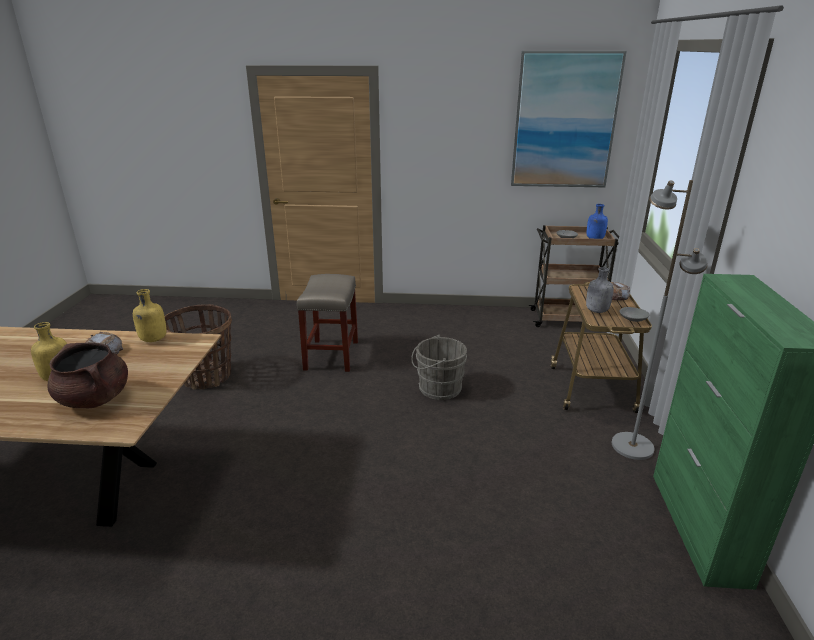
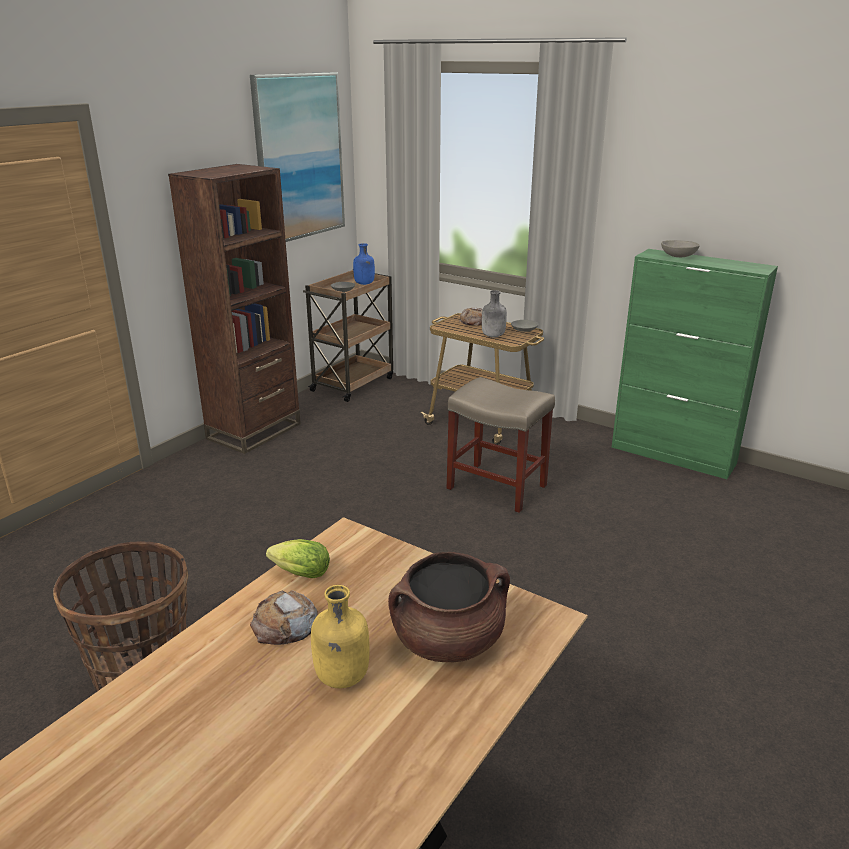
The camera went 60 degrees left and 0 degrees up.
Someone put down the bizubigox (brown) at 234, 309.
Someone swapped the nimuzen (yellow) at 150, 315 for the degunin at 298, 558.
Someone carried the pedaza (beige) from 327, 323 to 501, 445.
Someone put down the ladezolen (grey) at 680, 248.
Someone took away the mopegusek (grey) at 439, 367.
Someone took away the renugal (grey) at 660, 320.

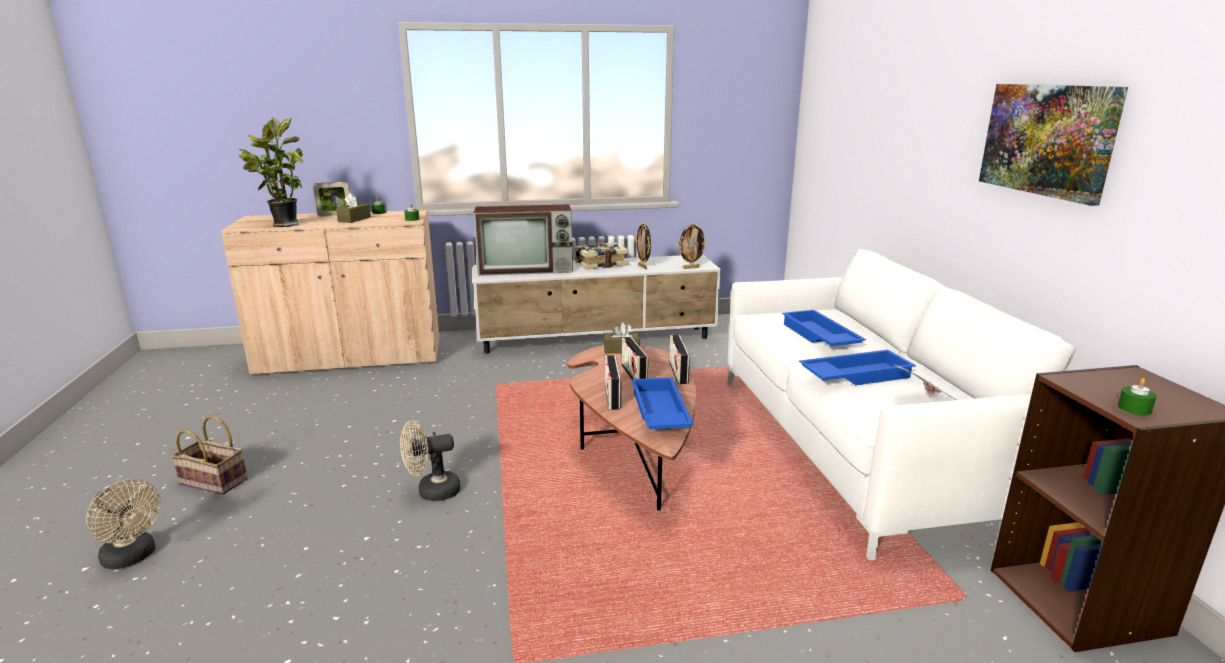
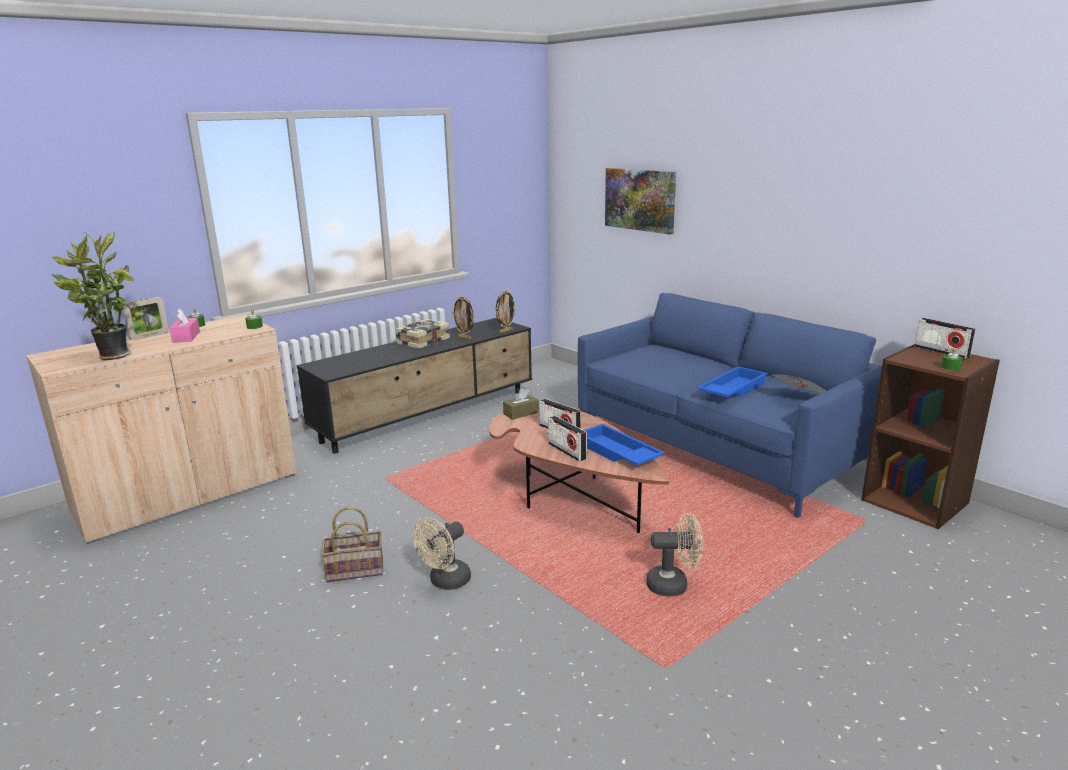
The camera went 30 degrees left and 0 degrees up.
Someone repainted the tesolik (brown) at 353, 208, which became the tesolik (pink) at 184, 325.
Someone repainted the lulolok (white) at 597, 304, which became the lulolok (black) at 414, 386.
Someone carried the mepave from 209, 455 to 352, 544.
Someone repainted the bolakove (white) at 901, 404, which became the bolakove (blue) at 730, 405.
Someone carried the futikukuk from 1053, 145 to 640, 201.
Someone carried the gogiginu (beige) from 123, 524 to 674, 554.
Someone carried the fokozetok from 679, 359 to 945, 338.
Someone took away the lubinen at 523, 240.
Someone took away the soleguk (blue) at 824, 328.

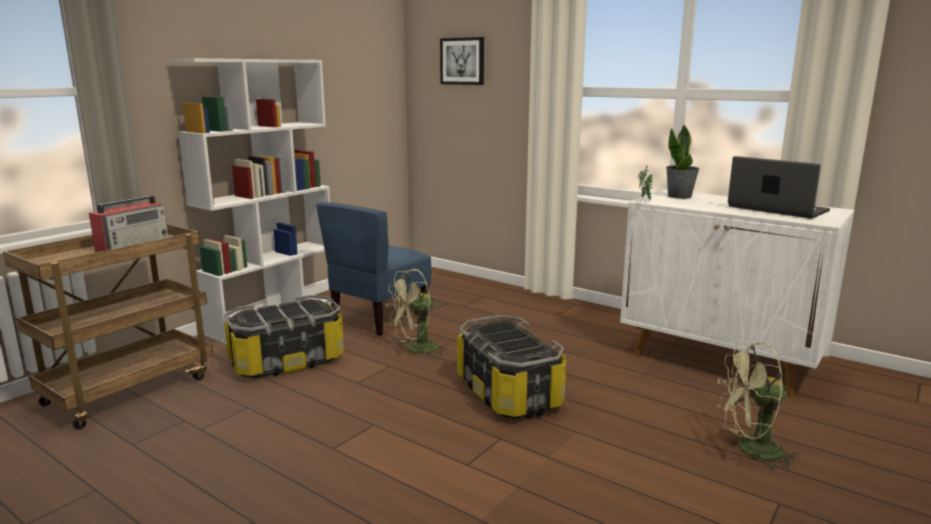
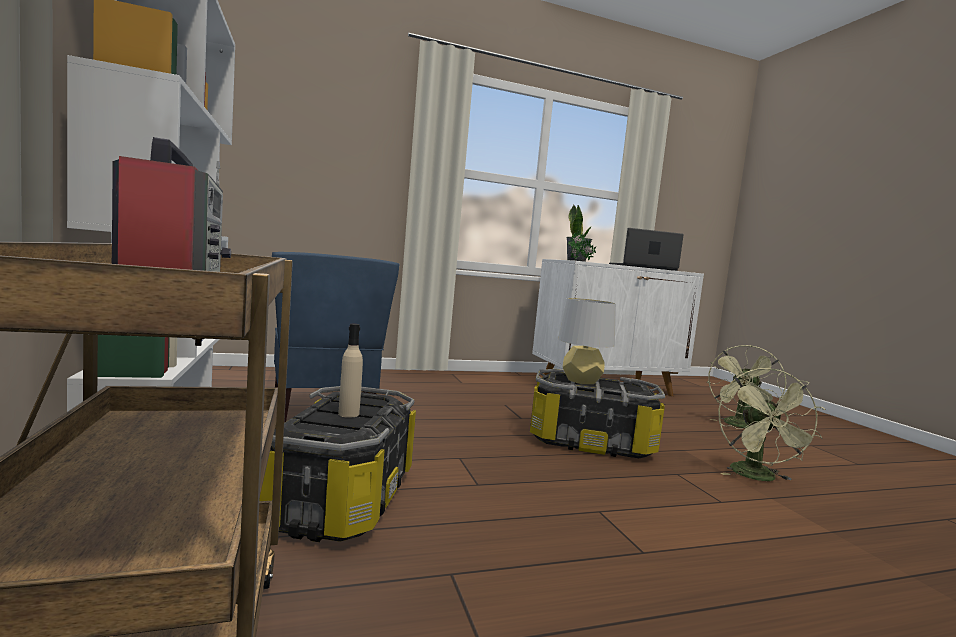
The camera went 55 degrees left and 10 degrees down.
Someone put down the nimuzen (beige) at 350, 371.
Someone put down the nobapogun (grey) at 587, 341.
Someone carried the gogiginu (green) from 417, 313 to 772, 424.
Someone took away the futikukuk at 462, 61.

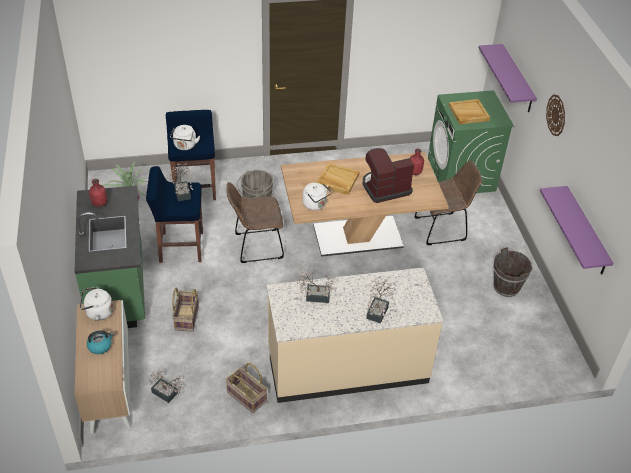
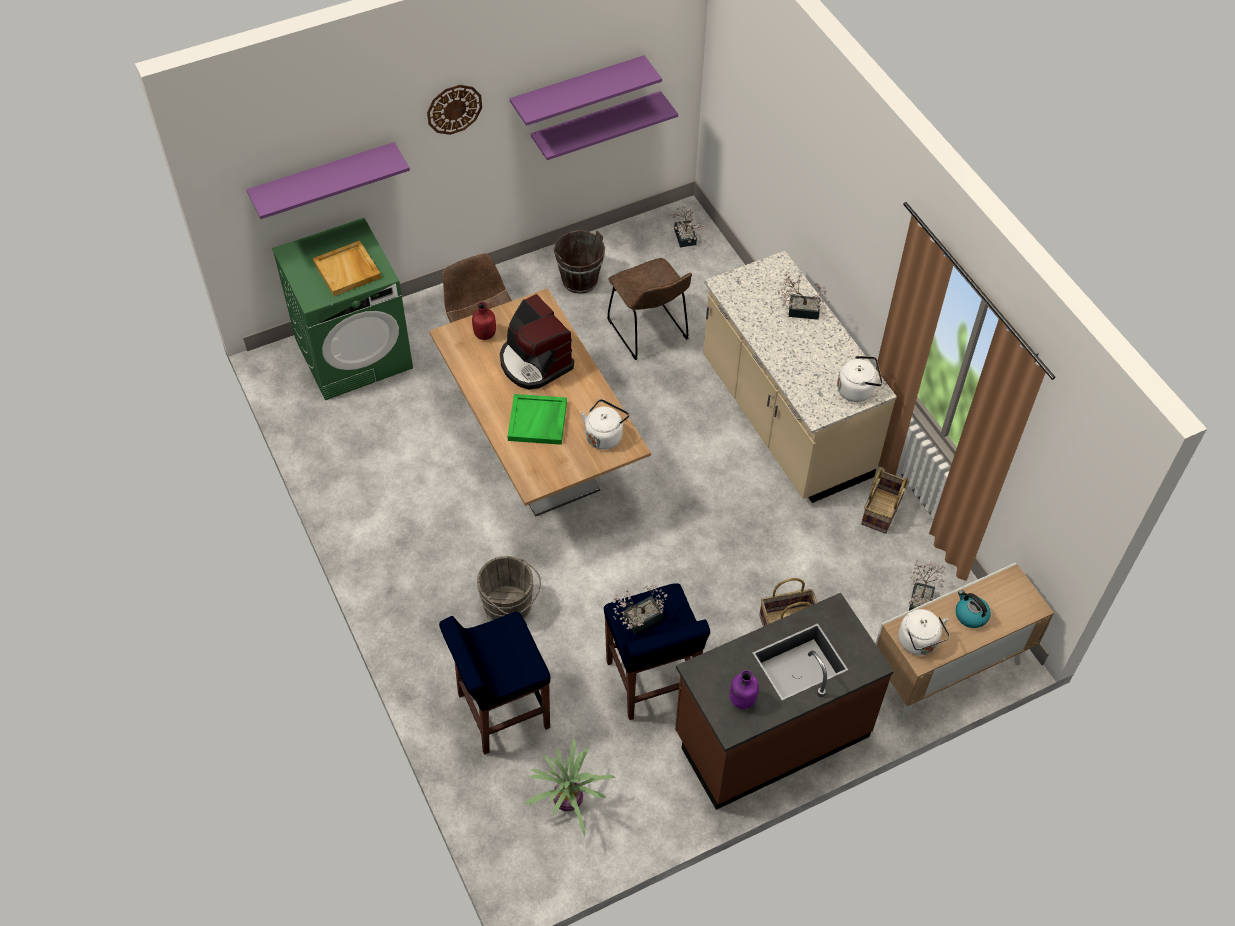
The camera went 105 degrees left and 10 degrees up.
Someone repainted the soleguk (beige) at 338, 179, which became the soleguk (green) at 537, 419.
Someone put up the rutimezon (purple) at 586, 90.
Someone carried the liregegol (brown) from 255, 222 to 649, 309.
Someone carried the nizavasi from 317, 285 to 688, 226.
Someone repainted the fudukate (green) at 110, 256, which became the fudukate (brown) at 784, 701.
Someone repainted the nimuzen (red) at 98, 193, which became the nimuzen (purple) at 744, 689.
Someone carried the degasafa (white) from 185, 137 to 860, 378.

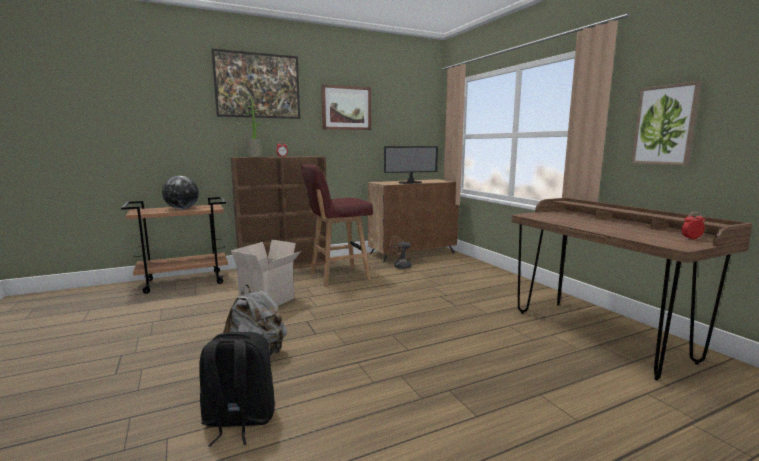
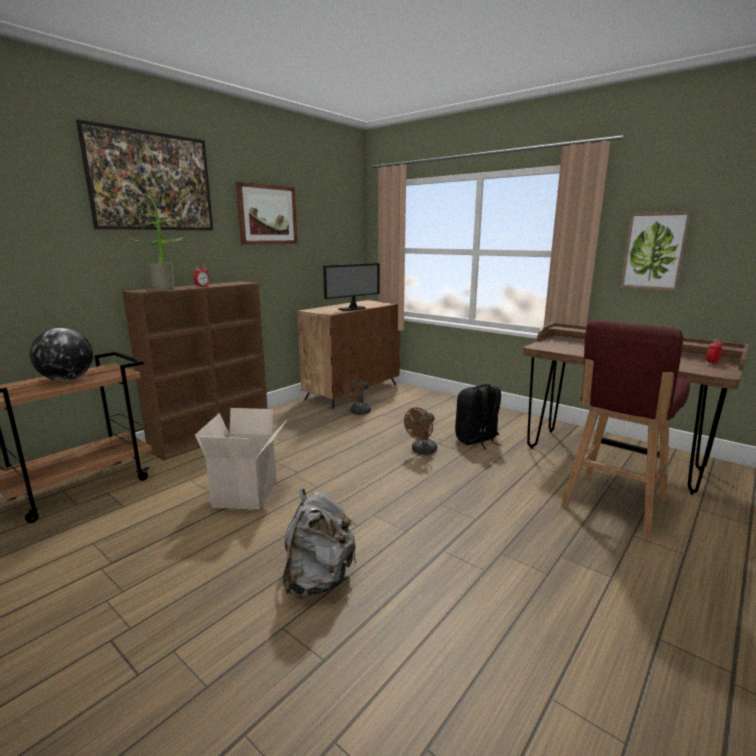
The camera went 25 degrees left and 5 degrees up.
Someone put down the gogiginu (brown) at 420, 431.
Someone carried the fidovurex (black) from 237, 389 to 478, 417.
Someone carried the pedaza (red) from 337, 225 to 625, 428.

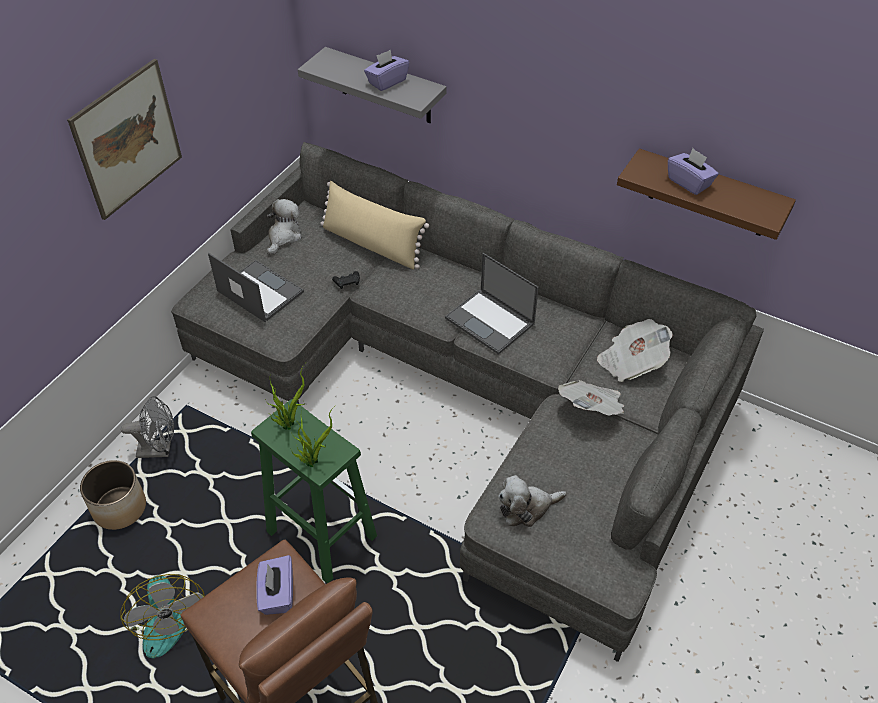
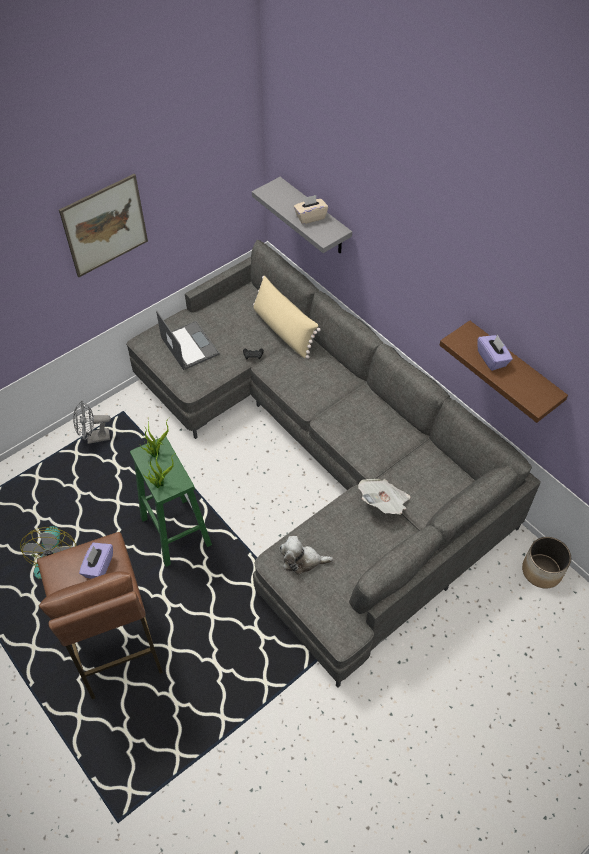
The camera went 20 degrees right and 5 degrees up.
Someone rotated the gogiginu (grey) at 147, 427 by 150 degrees clockwise.
Someone repainted the tesolik (purple) at 386, 70, which became the tesolik (beige) at 311, 209.
Someone carried the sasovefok from 113, 495 to 546, 563.
Someone took away the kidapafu at 284, 227.
Someone took away the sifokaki at 492, 304.
Someone took away the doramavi at 635, 350.

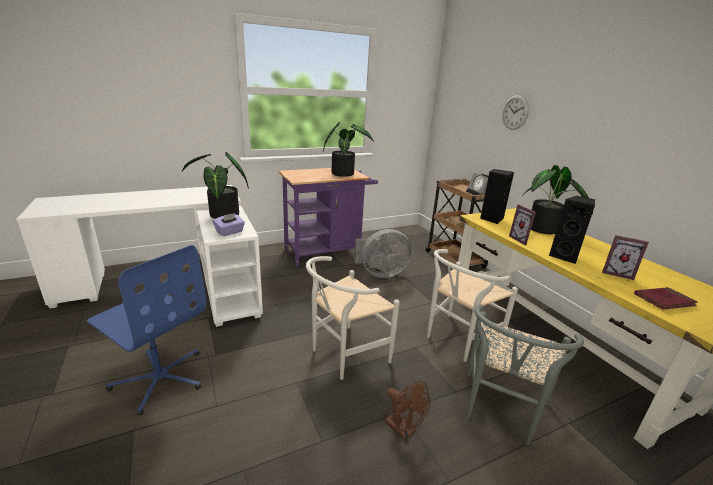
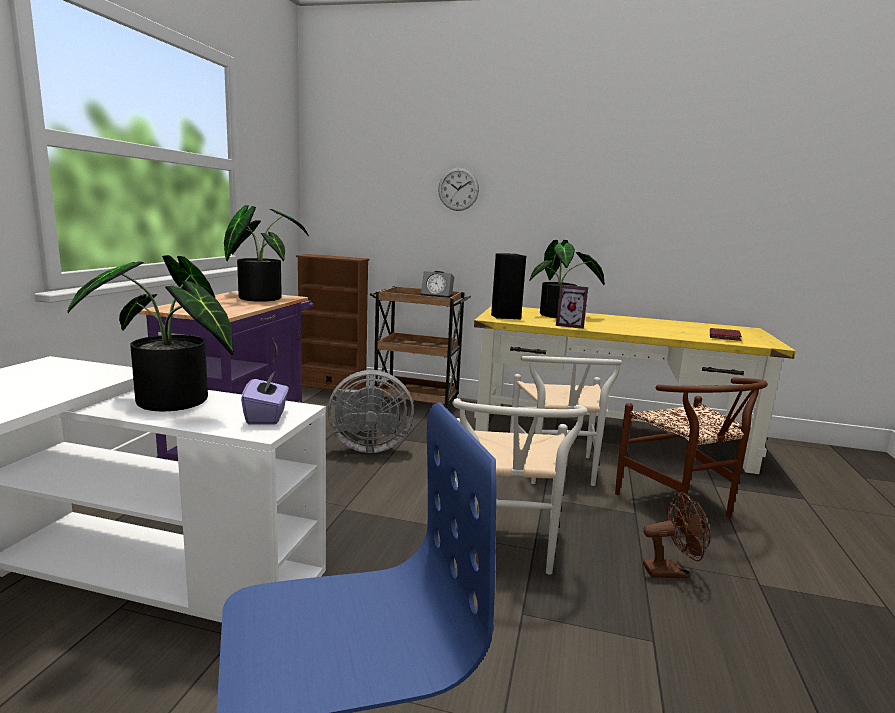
The camera went 50 degrees left and 10 degrees down.
Someone put down the bizubigox (brown) at 332, 322.
Someone rotated the gogiginu (grey) at 383, 253 by 60 degrees clockwise.
Someone repainted the liregegol (grey) at 525, 375, which became the liregegol (brown) at 691, 452.
Someone took away the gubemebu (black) at 572, 230.
Someone took away the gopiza at 625, 257.

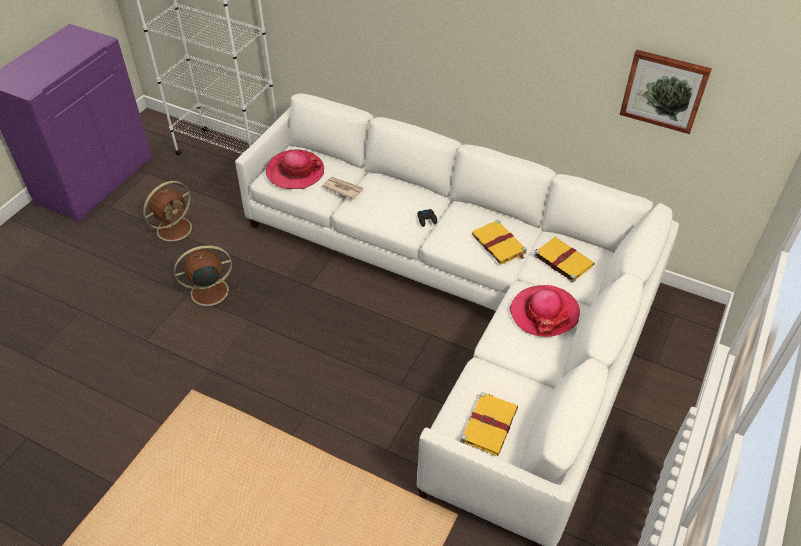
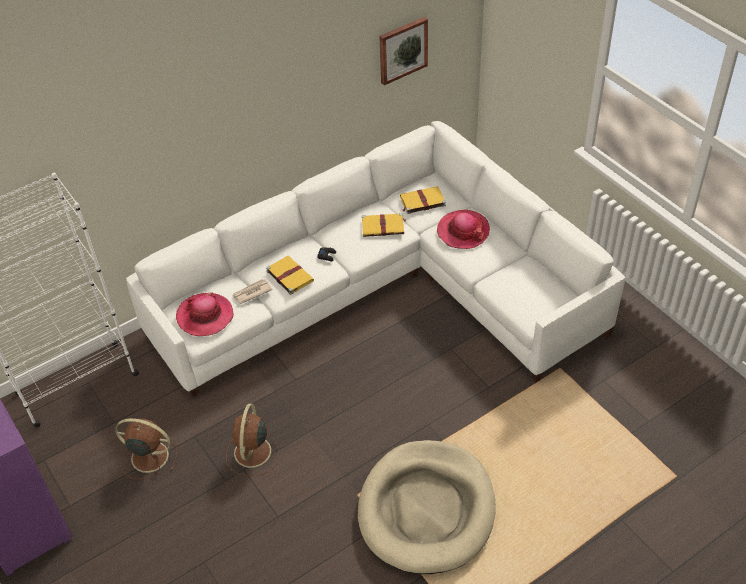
The camera went 60 degrees left and 0 degrees up.
Someone rotated the gogiginu (brown) at 172, 214 by 60 degrees counterclockwise.
Someone carried the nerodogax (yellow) from 489, 424 to 290, 275.
Someone put down the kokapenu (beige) at 427, 507.

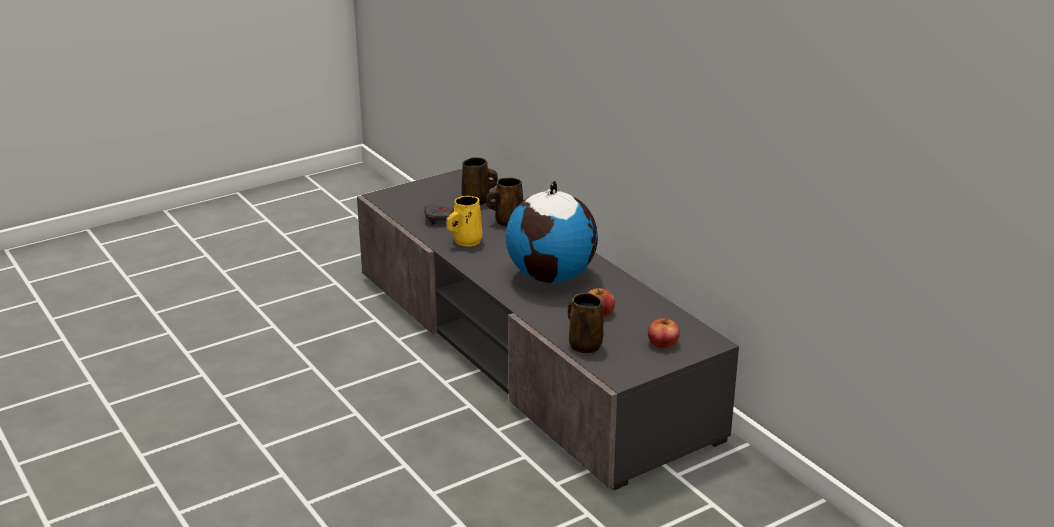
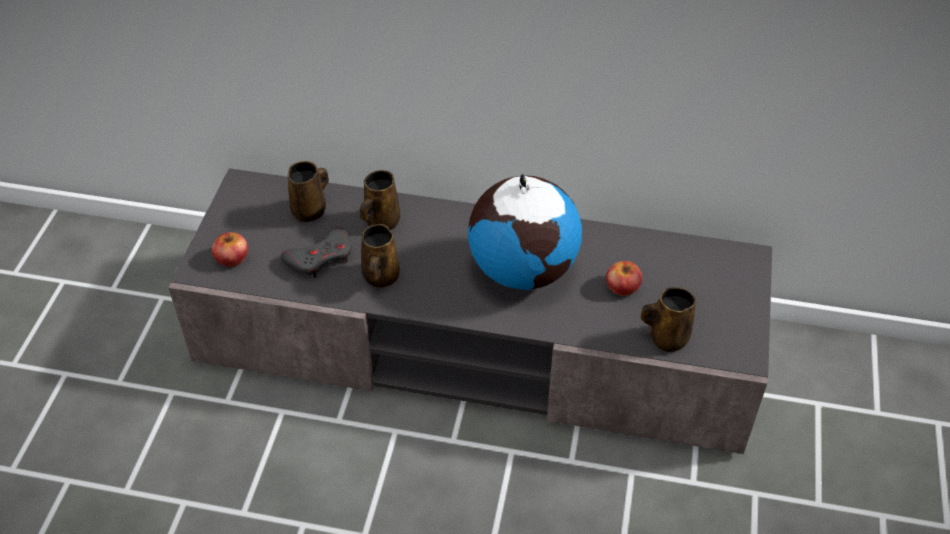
The camera went 45 degrees left and 20 degrees up.
Someone carried the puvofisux from 664, 333 to 230, 249.
Someone repainted the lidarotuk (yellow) at 464, 221, which became the lidarotuk (brown) at 380, 255.

